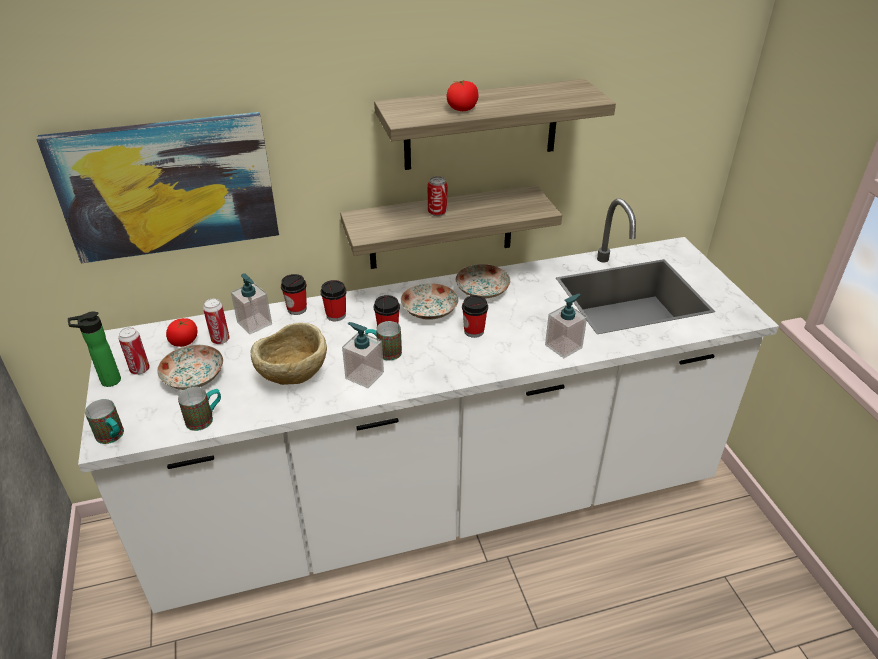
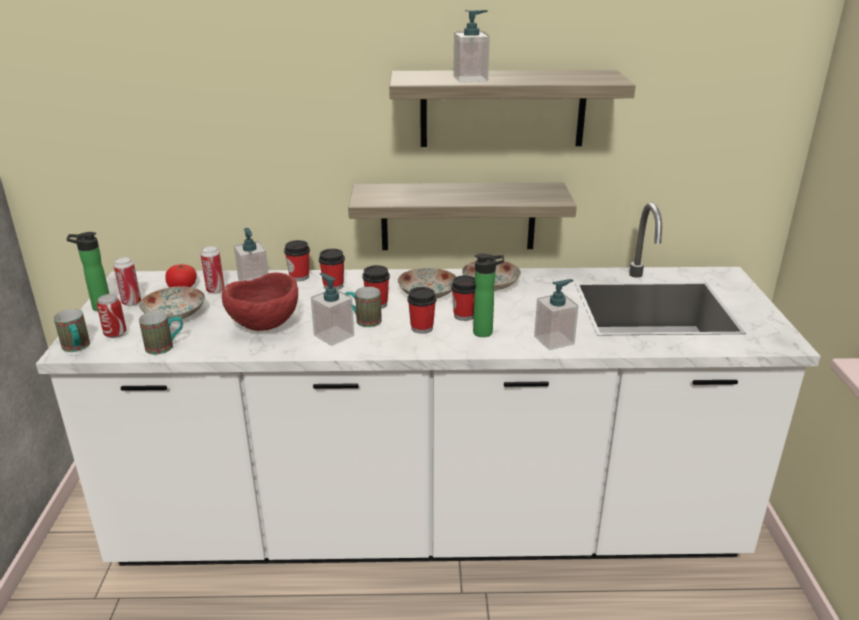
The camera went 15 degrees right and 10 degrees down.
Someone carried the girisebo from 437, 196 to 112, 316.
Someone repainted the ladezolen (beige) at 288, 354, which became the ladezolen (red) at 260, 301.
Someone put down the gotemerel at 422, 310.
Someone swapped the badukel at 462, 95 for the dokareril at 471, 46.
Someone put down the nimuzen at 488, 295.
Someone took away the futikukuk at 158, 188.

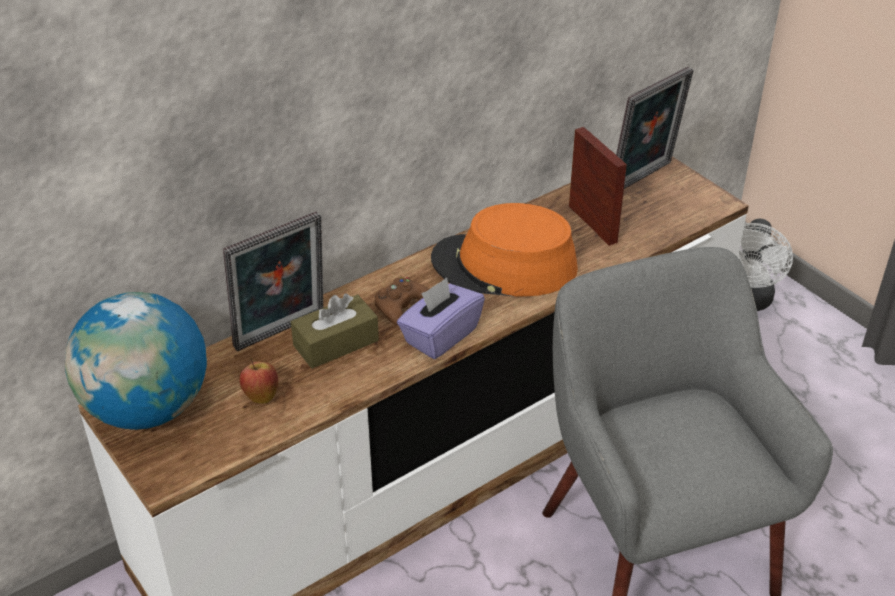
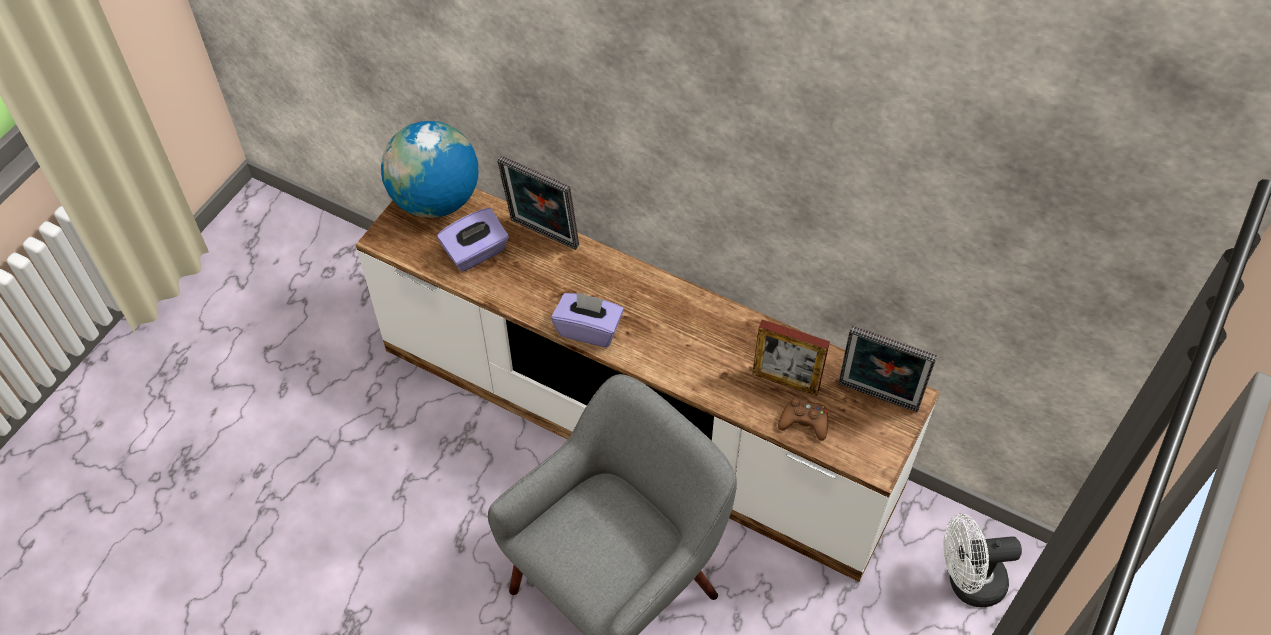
The camera went 65 degrees right and 15 degrees up.
Someone swapped the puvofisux at 259, 381 for the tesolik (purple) at 473, 240.
Someone rotated the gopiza at 598, 186 by 75 degrees clockwise.
Someone carried the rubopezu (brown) from 402, 301 to 803, 419.
Someone took away the tesolik (brown) at 335, 331.
Someone took away the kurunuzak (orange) at 504, 250.

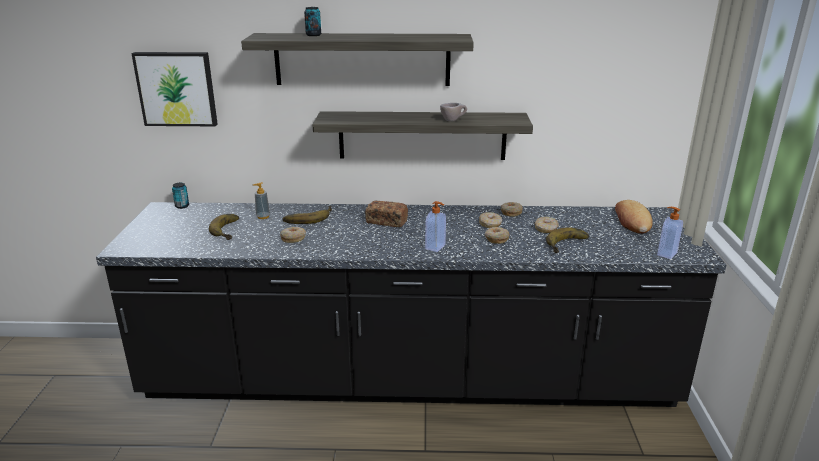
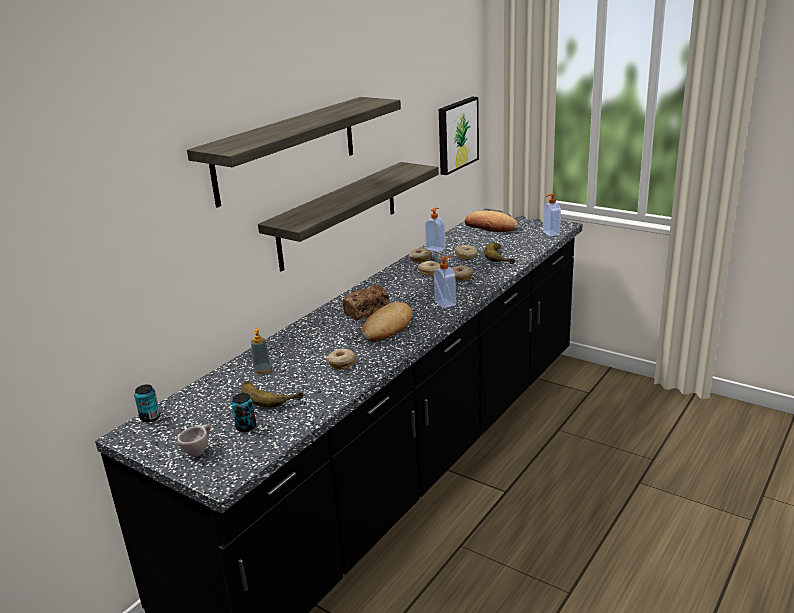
The camera went 55 degrees left and 0 degrees up.
Someone carried the gotemerel (beige) from 453, 112 to 193, 440.
Someone carried the girisebo from 312, 21 to 243, 412.
Someone put down the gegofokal at 387, 321.
Someone put down the dokareril at 435, 230.
Someone carried the futikukuk from 174, 89 to 459, 136.
Someone took away the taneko at 307, 215.

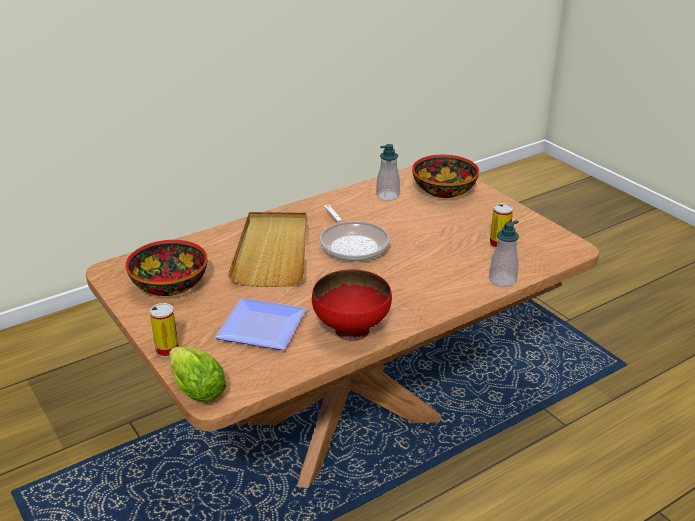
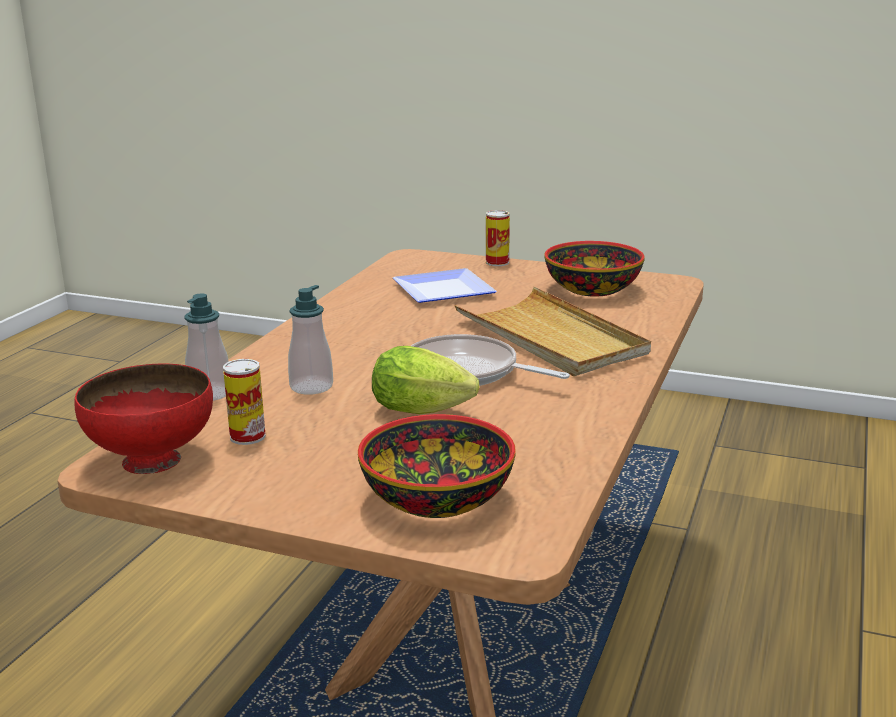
The camera went 145 degrees right and 10 degrees down.
Someone carried the ladezolen (red) from 352, 305 to 144, 418.
Someone carried the dokareril from 388, 172 to 310, 340.
Someone carried the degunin from 197, 375 to 425, 380.

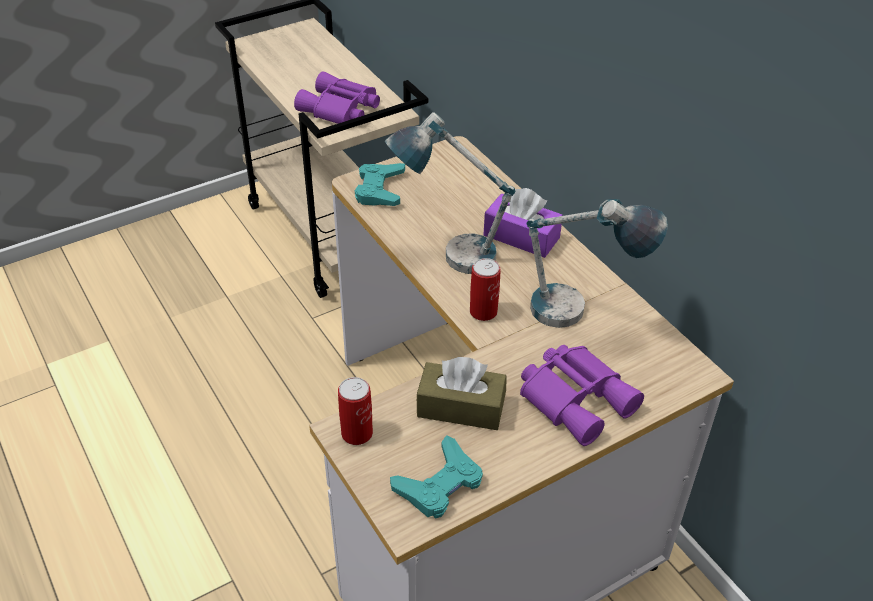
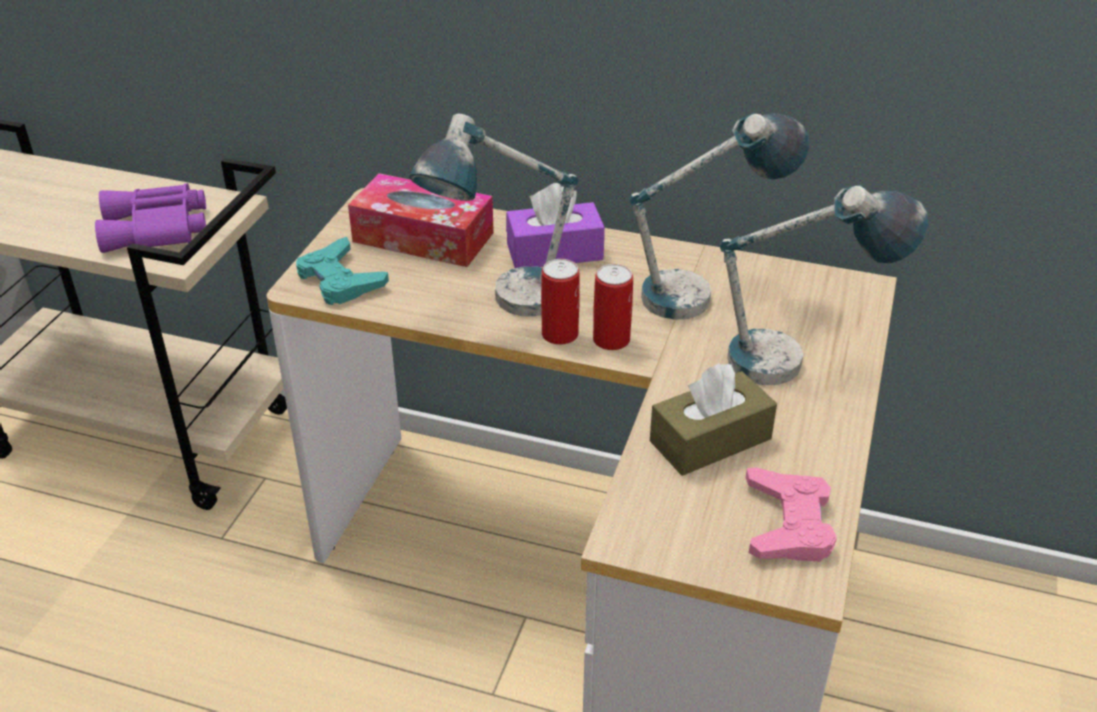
The camera went 40 degrees left and 5 degrees down.
Someone put down the tesolik at 421, 220.
Someone carried the girisebo from 355, 411 to 560, 302.
Someone swapped the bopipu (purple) at 582, 395 for the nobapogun at 824, 284.
Someone repainted the rubopezu (turquoise) at 436, 477, which became the rubopezu (pink) at 791, 514.

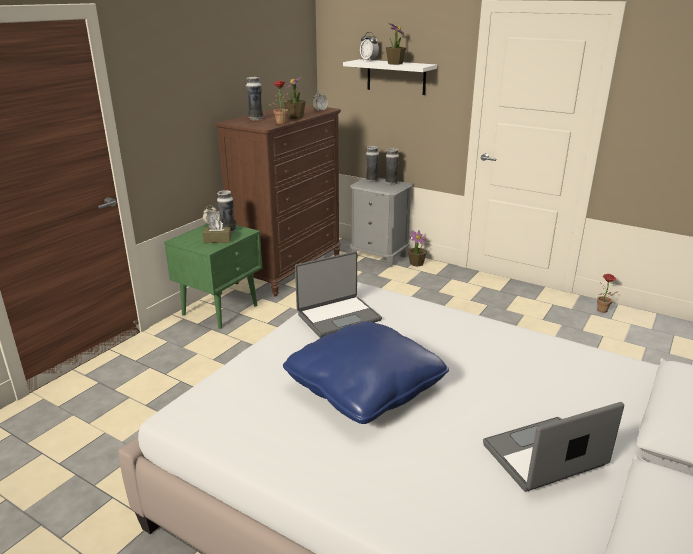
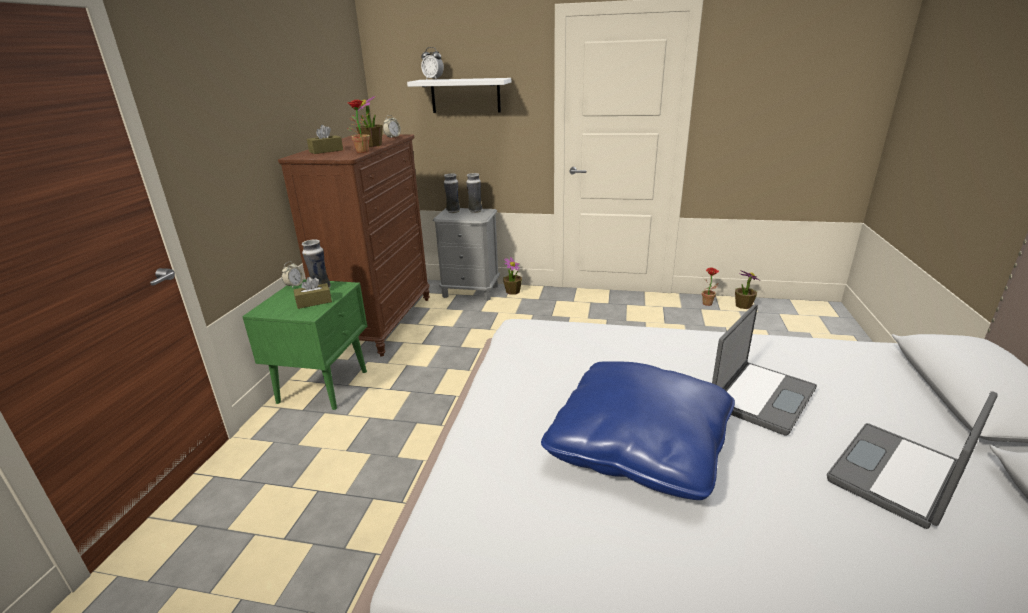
The camera went 20 degrees left and 0 degrees up.
Someone swapped the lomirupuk at 254, 99 for the tesolik (brown) at 325, 139.
Someone carried the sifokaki from 338, 295 to 764, 370.
Someone carried the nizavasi from 396, 44 to 748, 289.

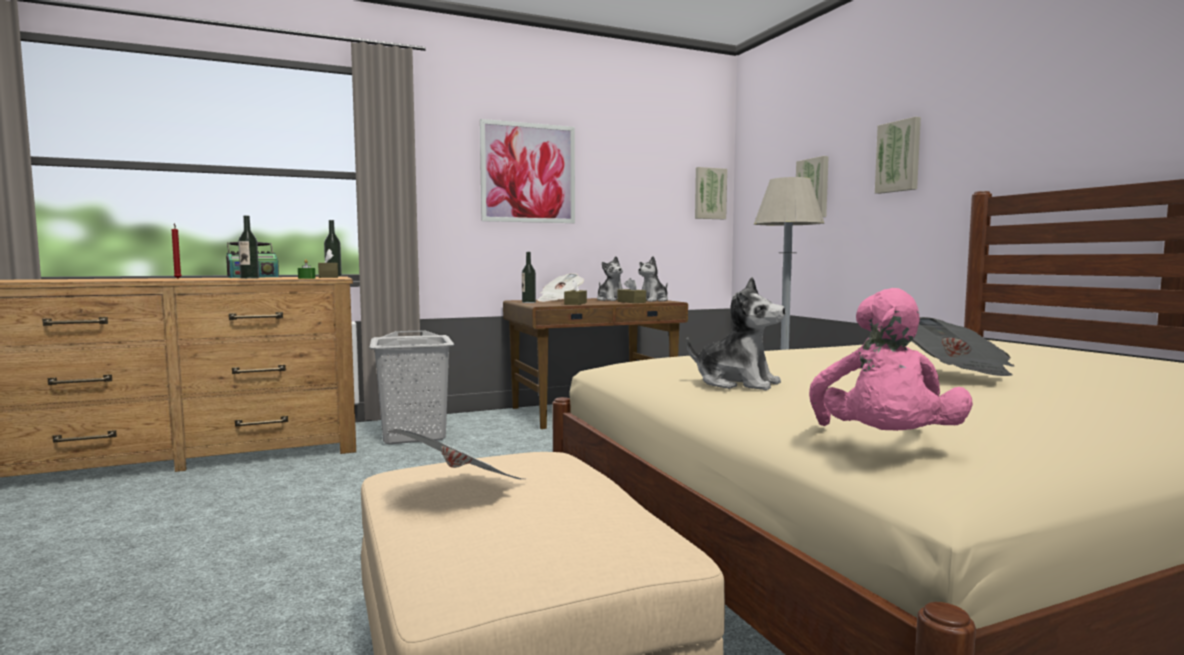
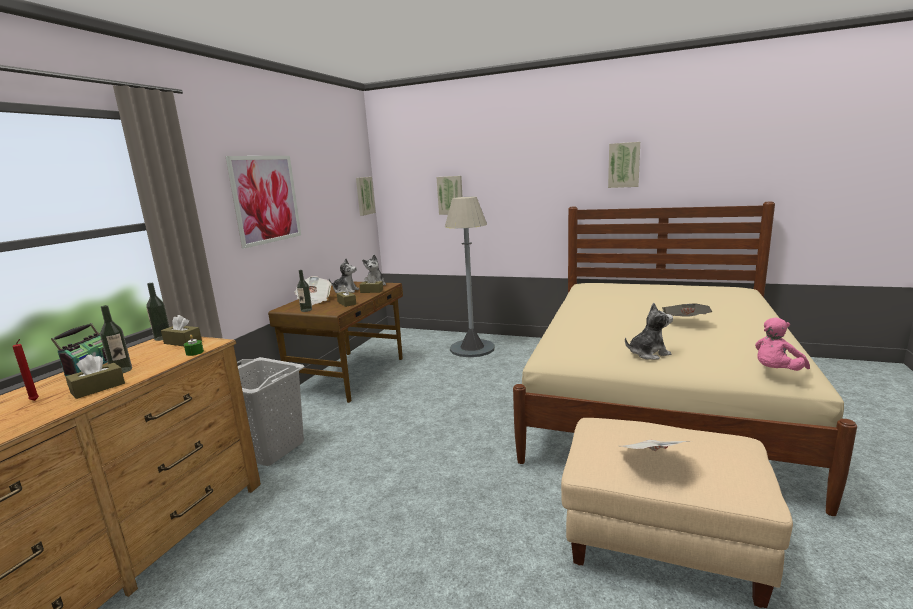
The camera went 45 degrees left and 10 degrees up.
Someone put down the tesolik (brown) at 95, 377.
Someone carried the futikukuk from 898, 155 to 624, 165.
Someone rotated the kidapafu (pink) at 891, 359 by 90 degrees clockwise.

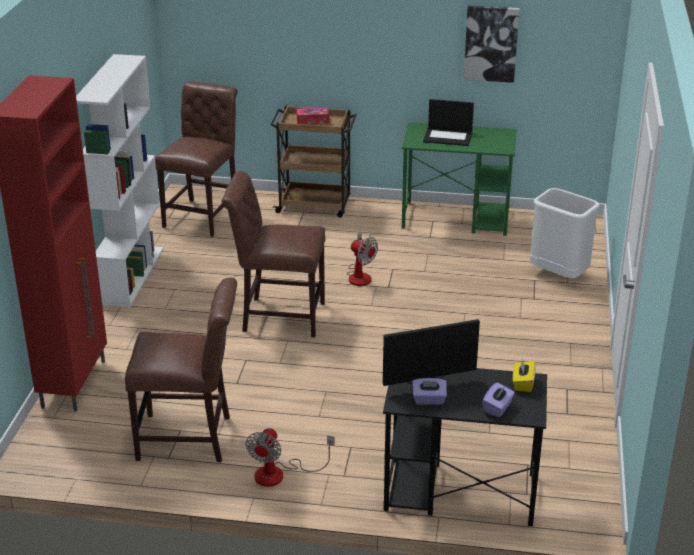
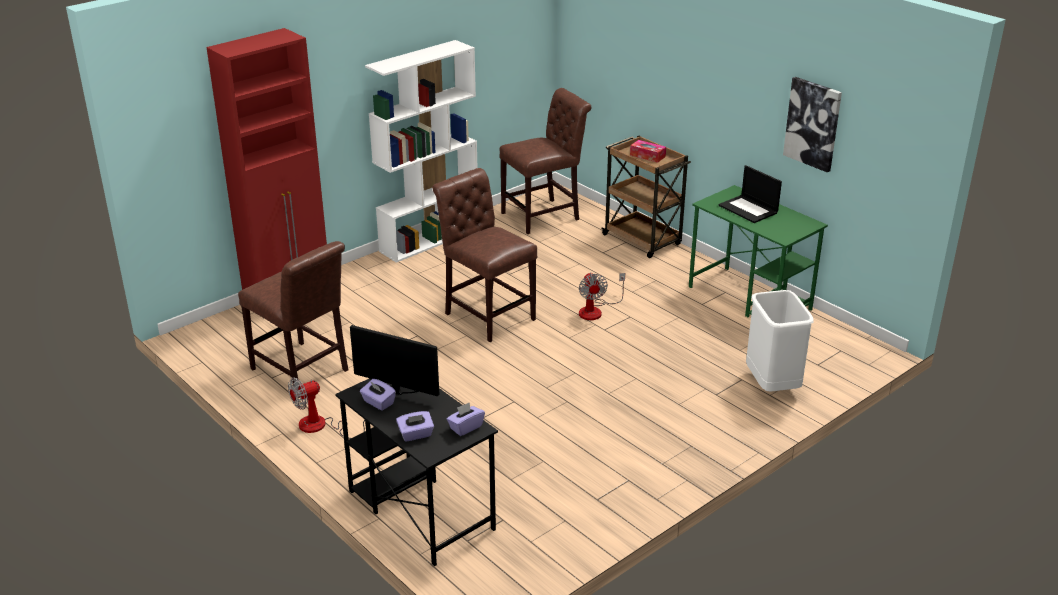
The camera went 40 degrees right and 0 degrees up.
Someone repainted the tesolik (yellow) at 524, 375, which became the tesolik (purple) at 466, 419.

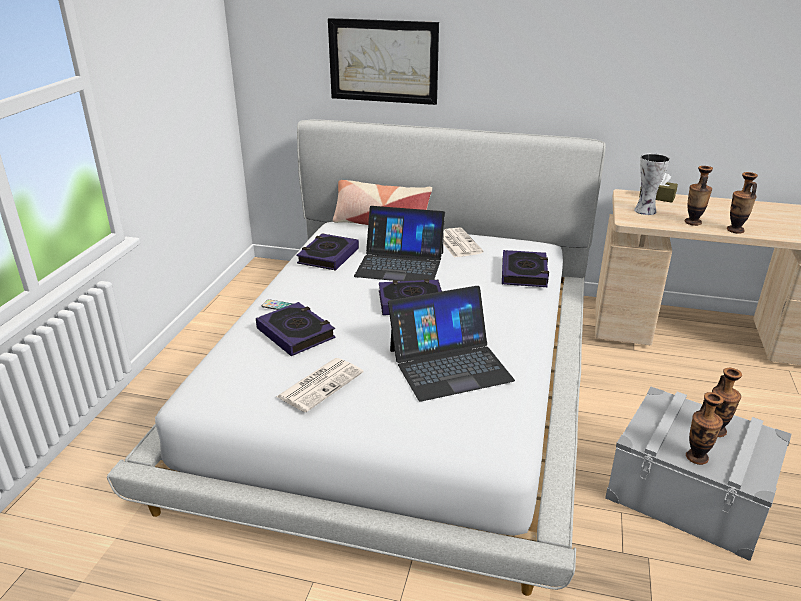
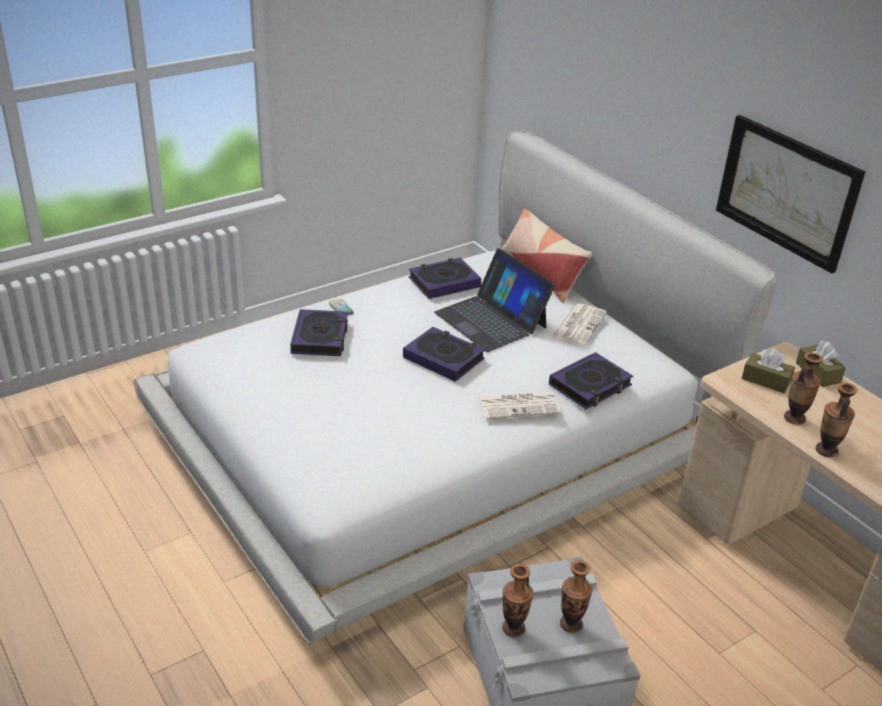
The camera went 40 degrees right and 5 degrees up.
Someone carried the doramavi from 319, 385 to 519, 405.
Someone carried the futikukuk from 383, 61 to 790, 194.
Someone swapped the lomirupuk at 652, 184 for the tesolik (brown) at 768, 371.
Someone took away the sifokaki at 451, 343.

